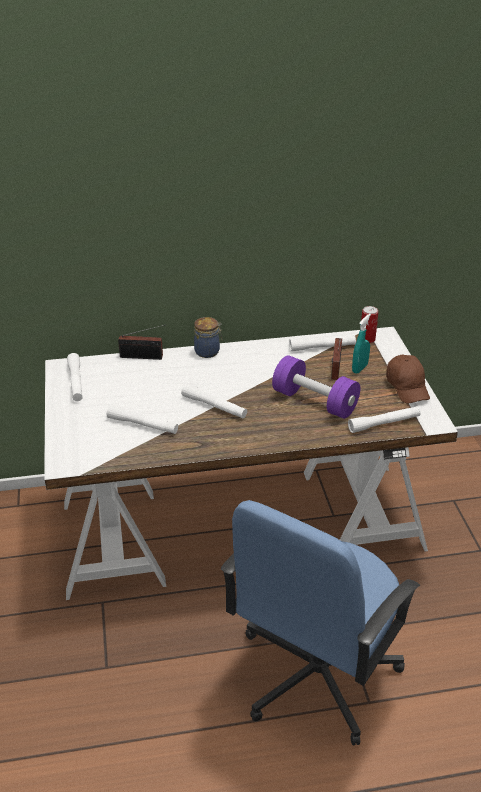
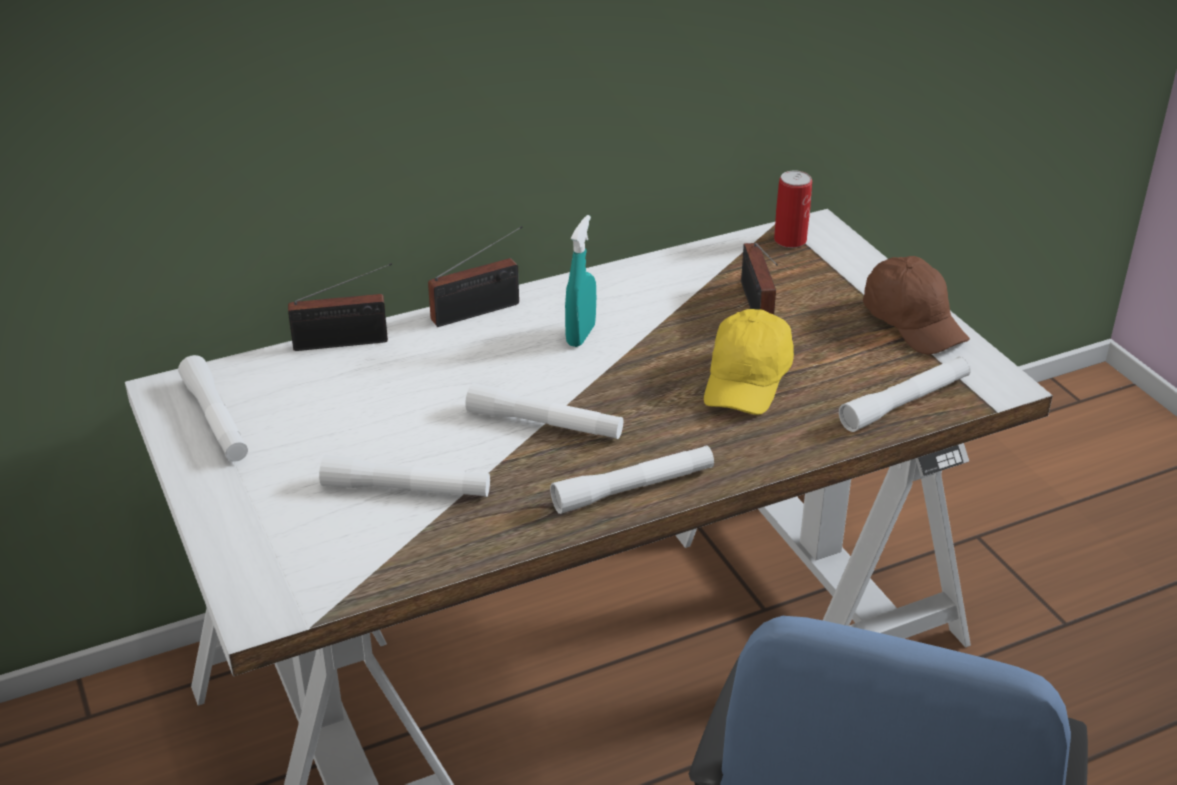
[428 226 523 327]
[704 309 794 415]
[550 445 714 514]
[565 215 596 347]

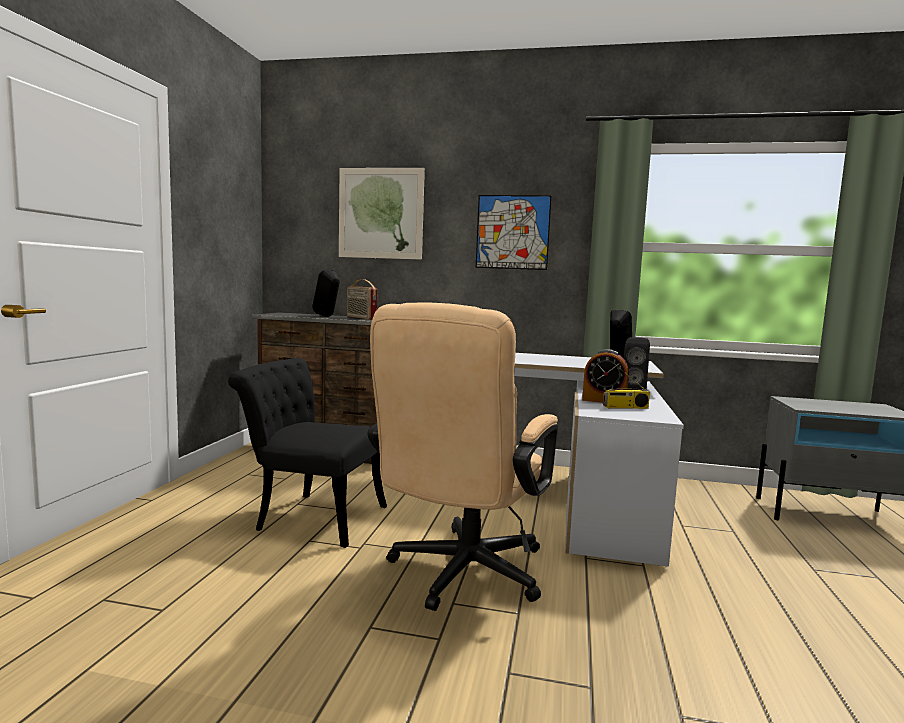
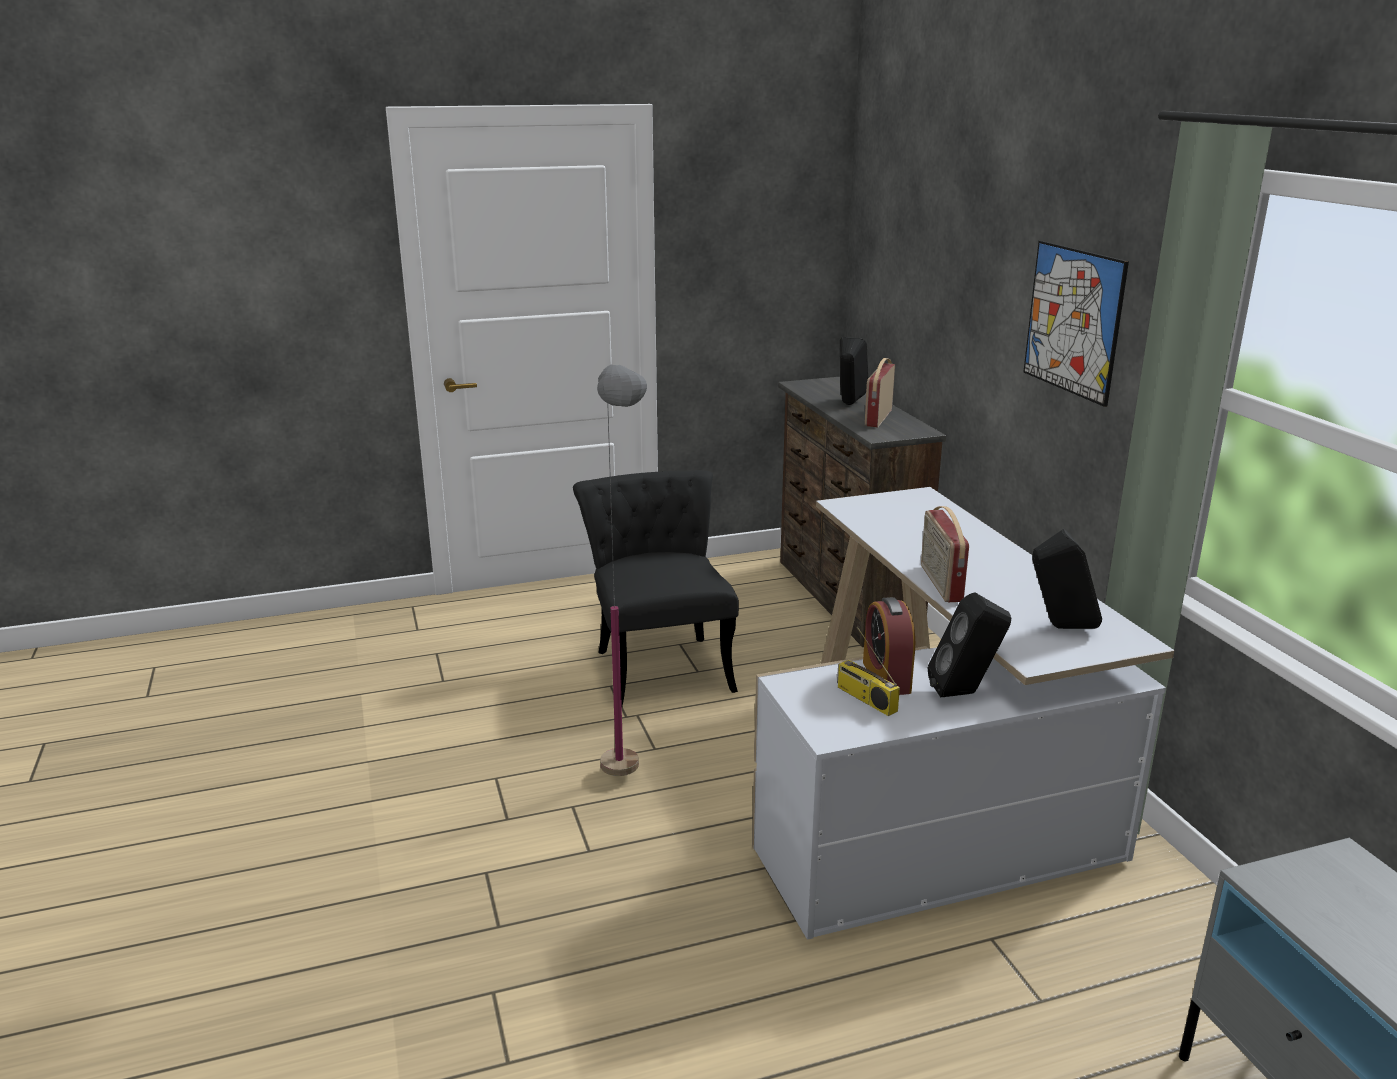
[339 168 425 260] (first image)
[597 365 647 776]
[921 506 969 602]

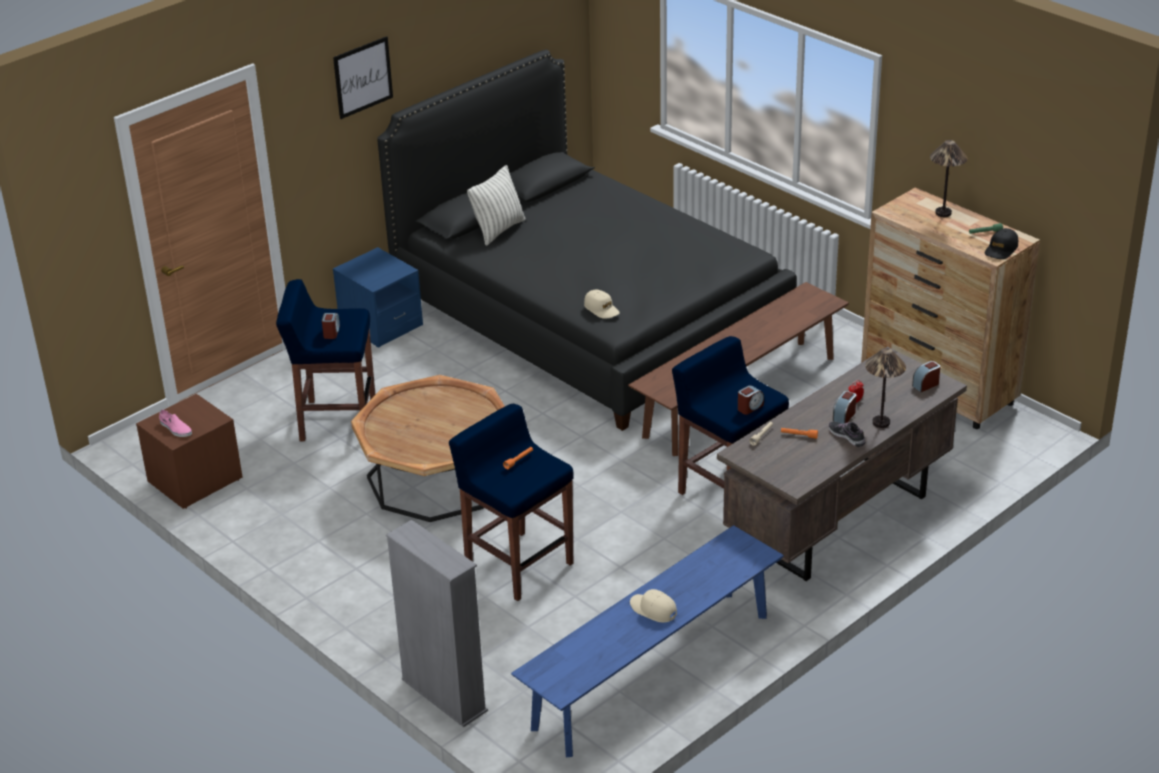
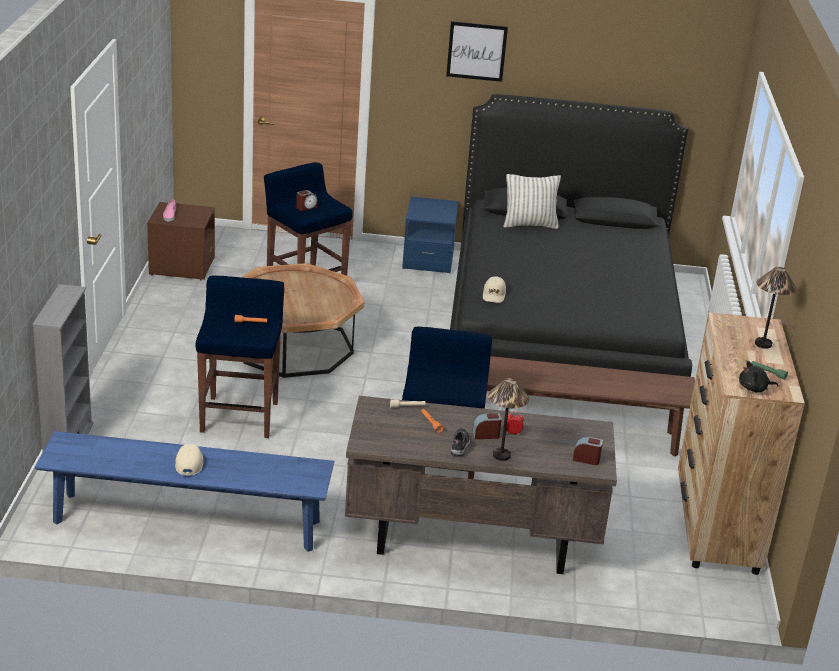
[738 385 764 415] (first image)
[739 361 778 392]

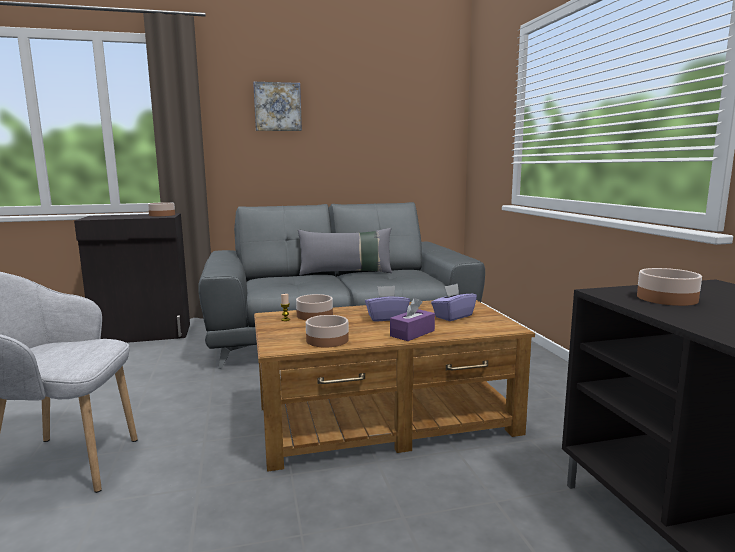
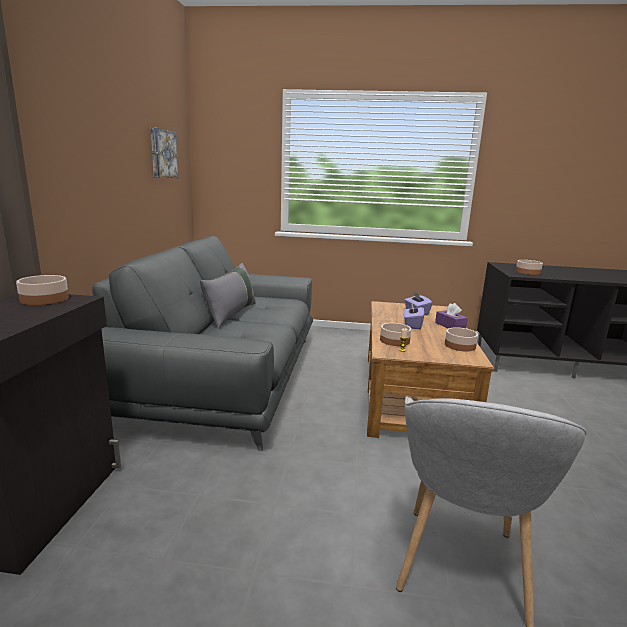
[150 127 179 178]

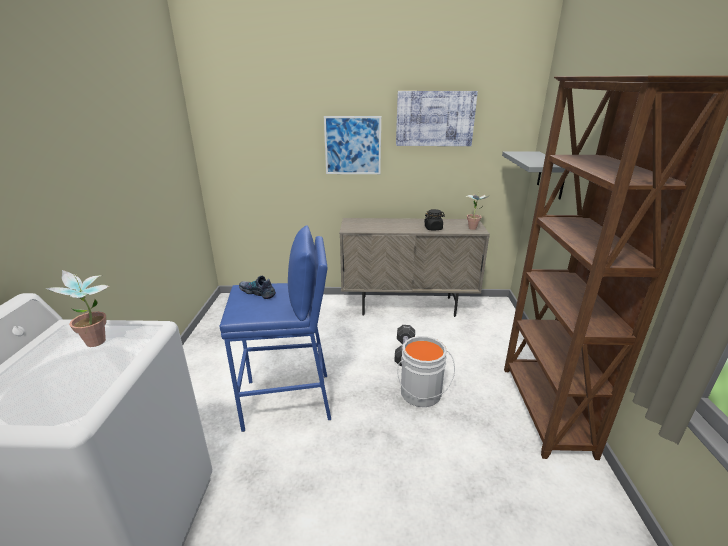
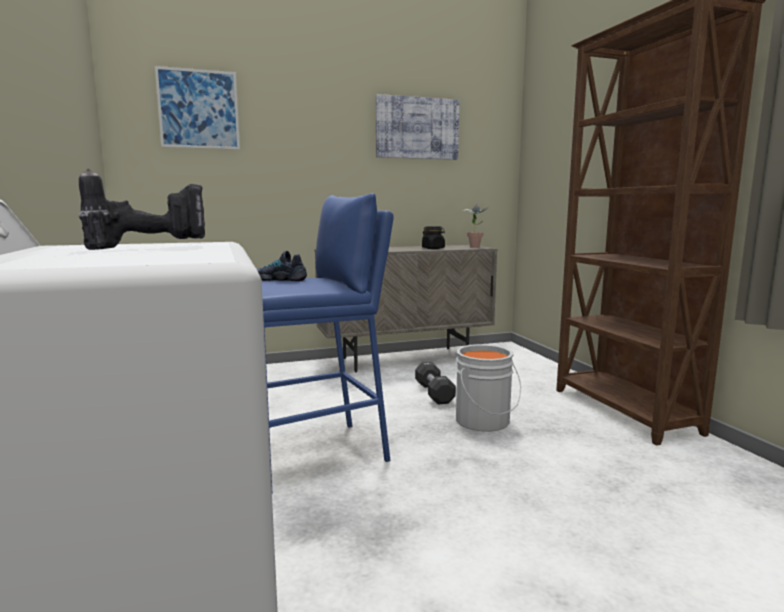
[79 169 205 250]
[155 66 240 150]
[502 151 570 200] (first image)

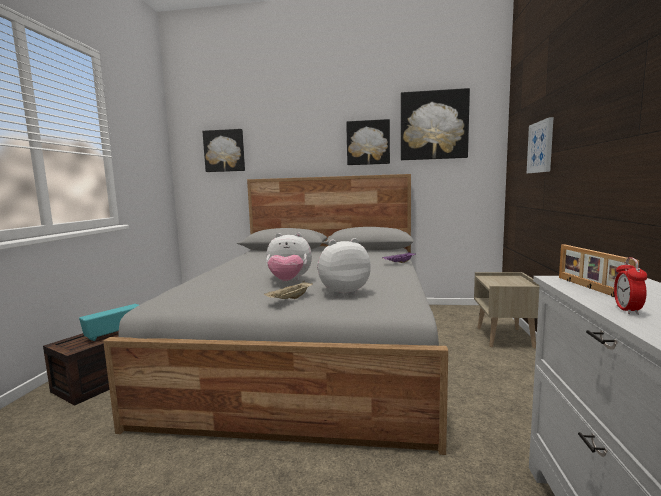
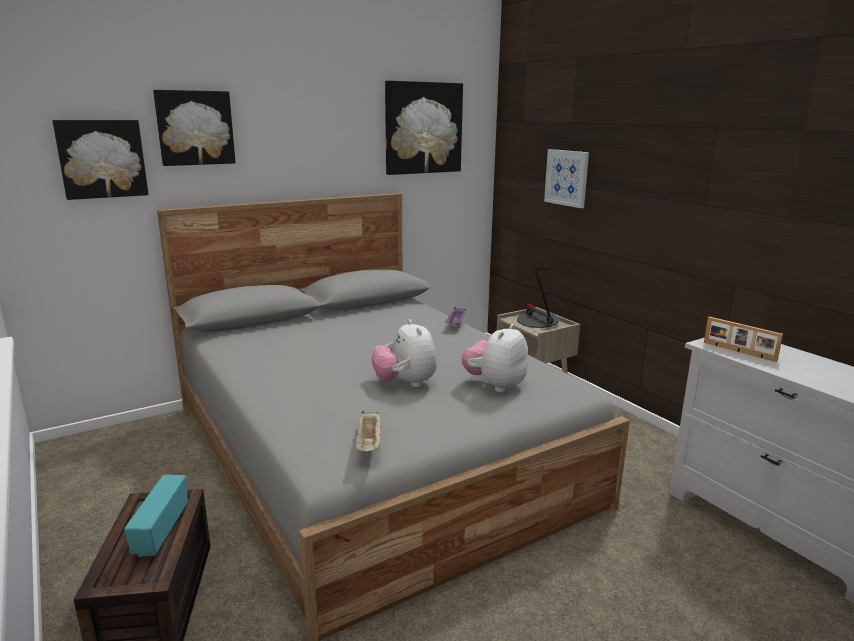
[355 411 381 451]
[372 319 437 387]
[153 90 236 166]
[614 257 647 315] (first image)
[517 269 559 328]

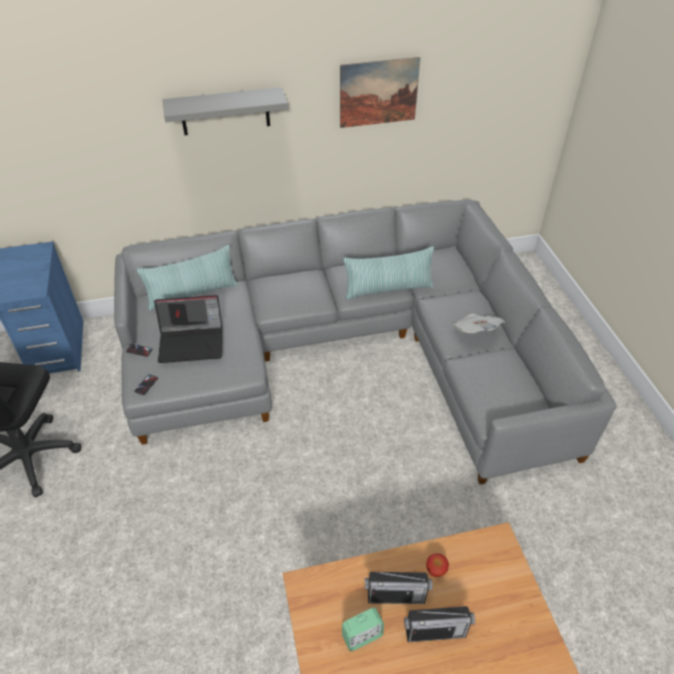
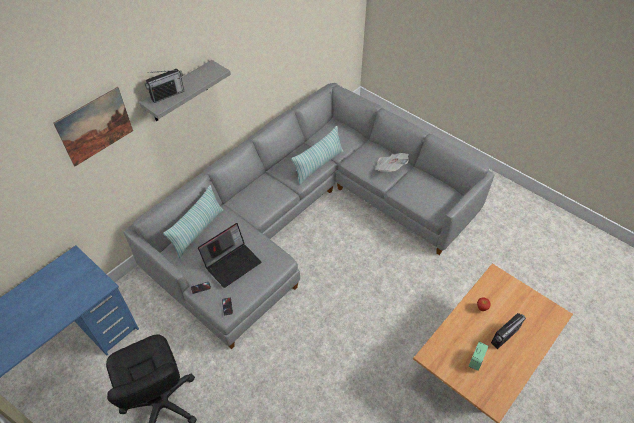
[53 87 133 167]
[145 69 184 103]

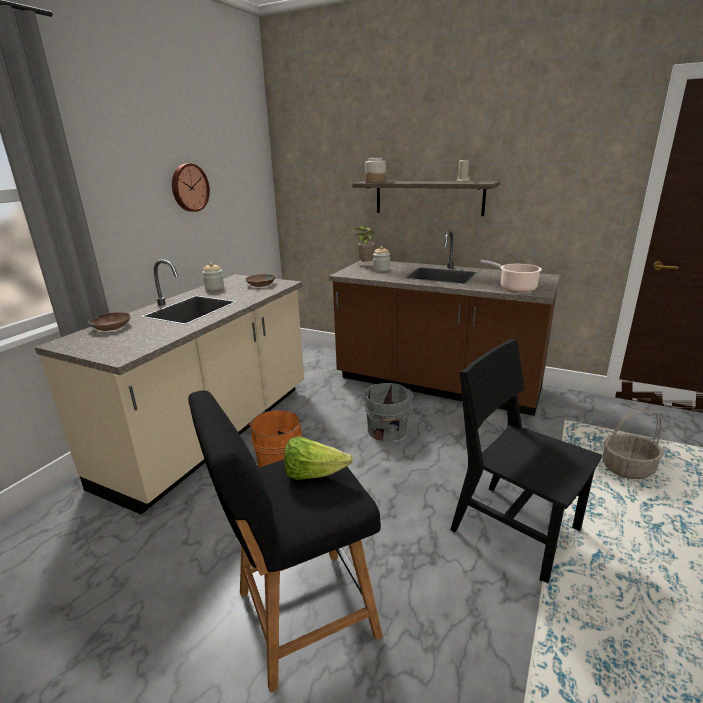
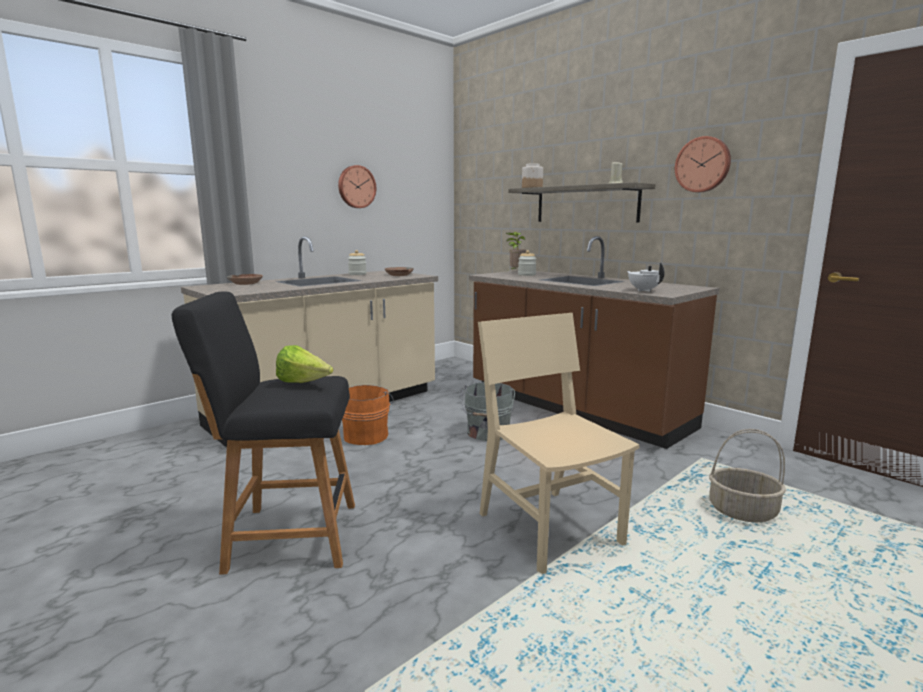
[478 313 640 574]
[627 262 665 292]
[675 136 731 192]

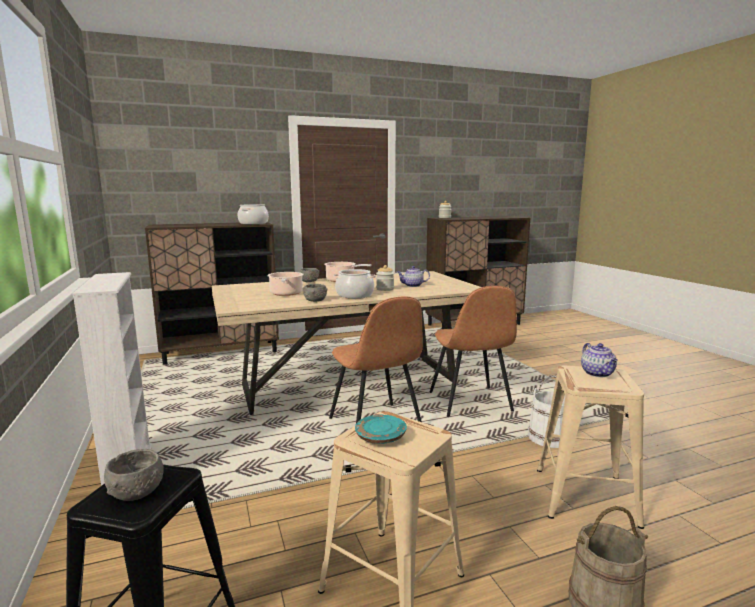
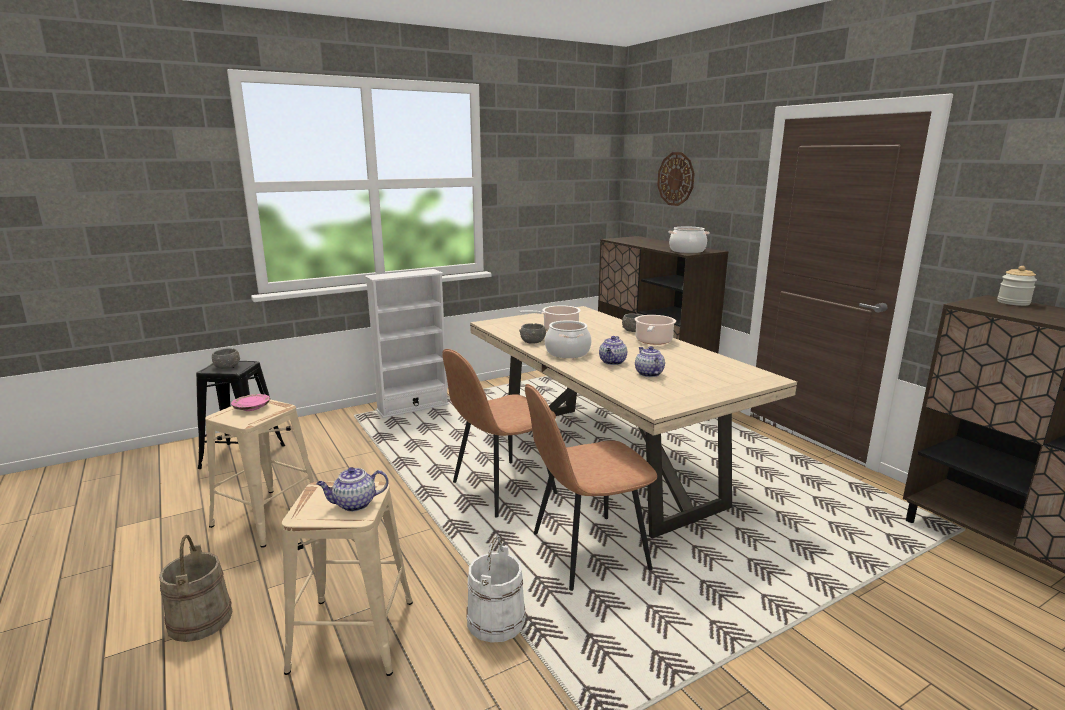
[231 394 270 411]
[599 336 627 365]
[657 152 695 206]

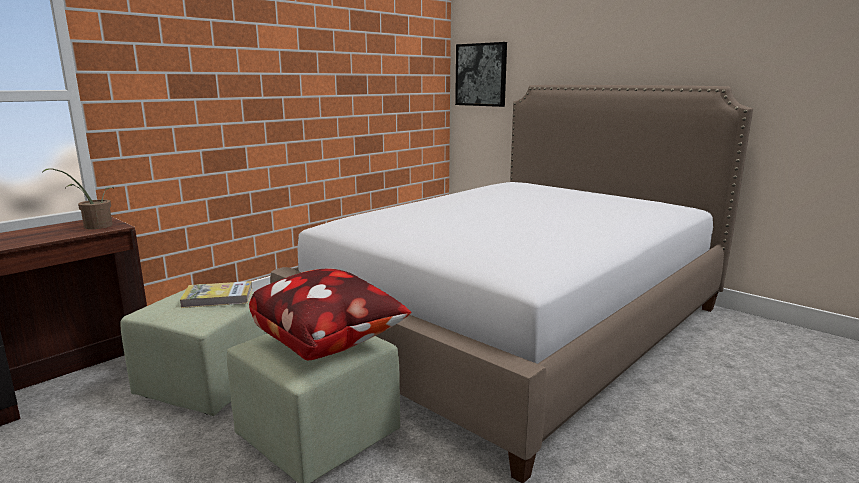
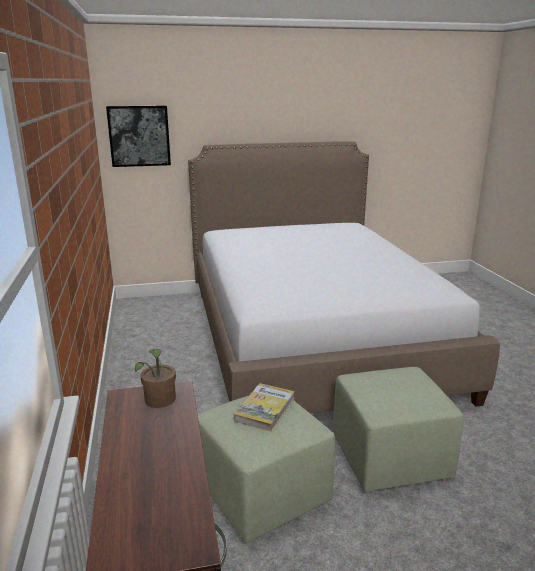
[249 269 411 360] (first image)

